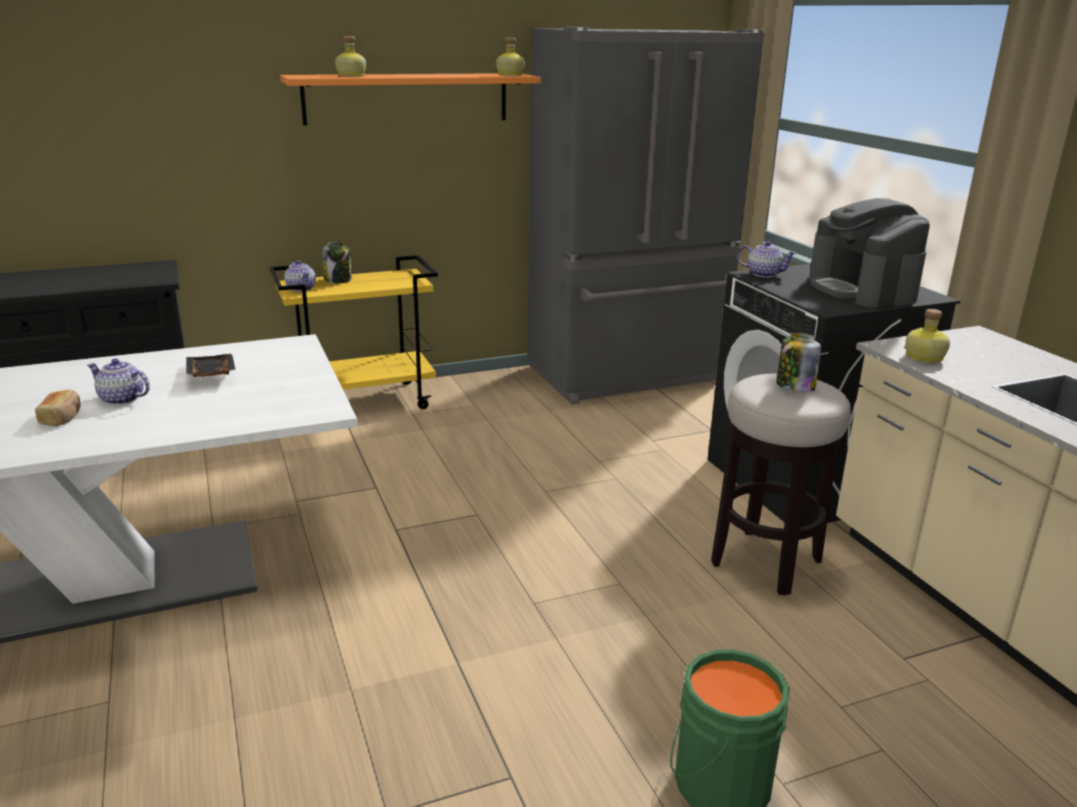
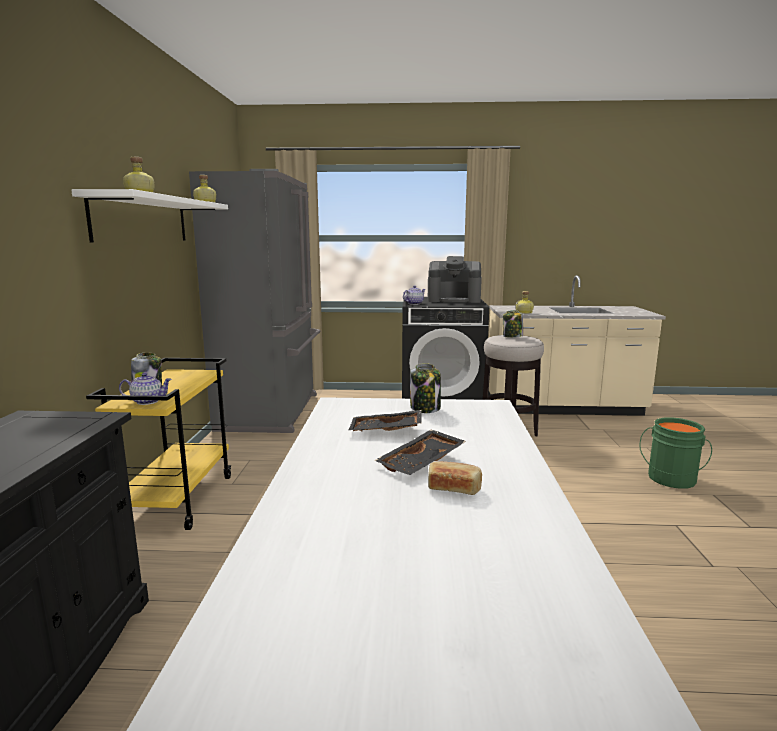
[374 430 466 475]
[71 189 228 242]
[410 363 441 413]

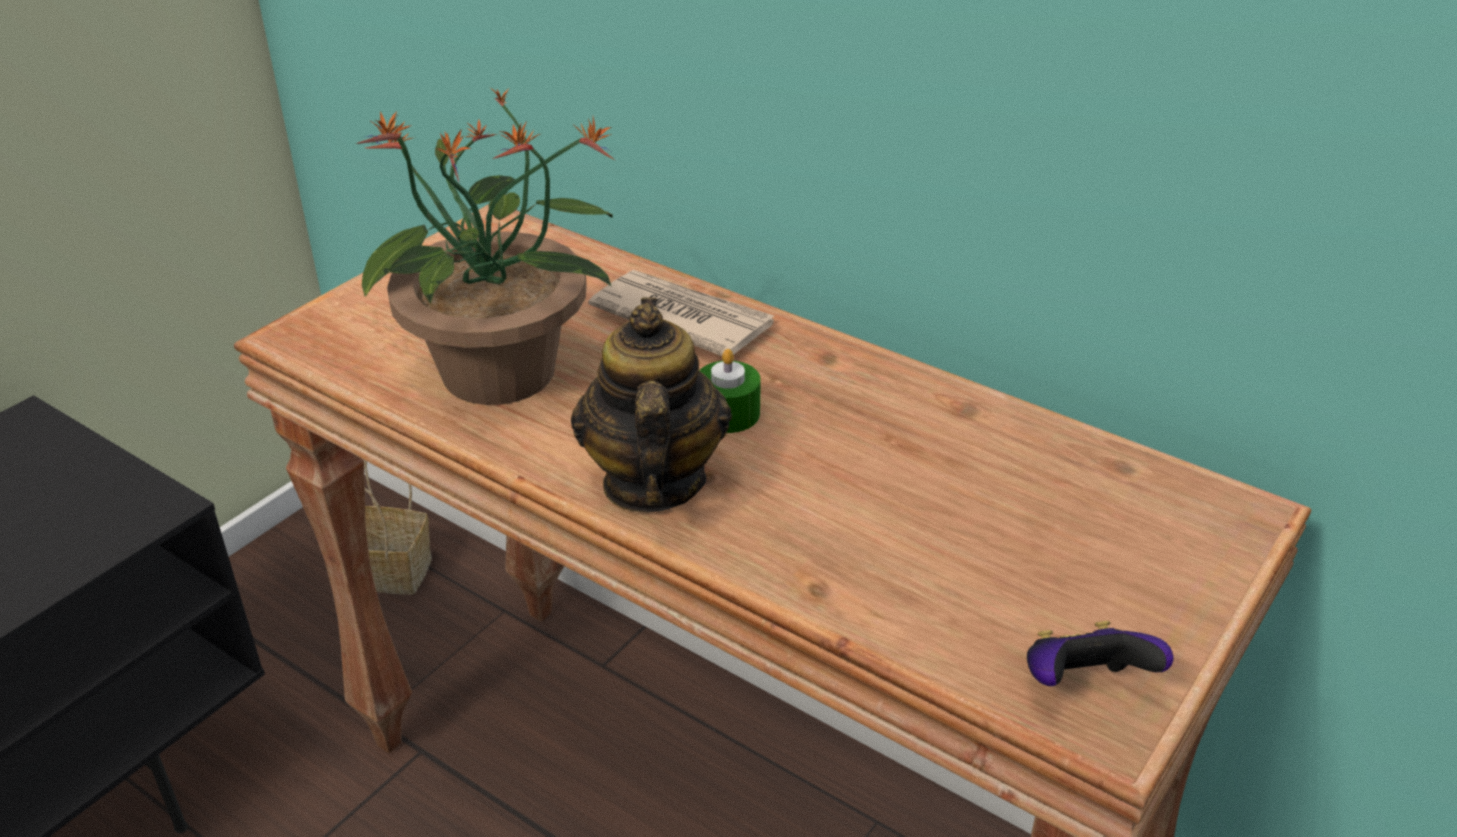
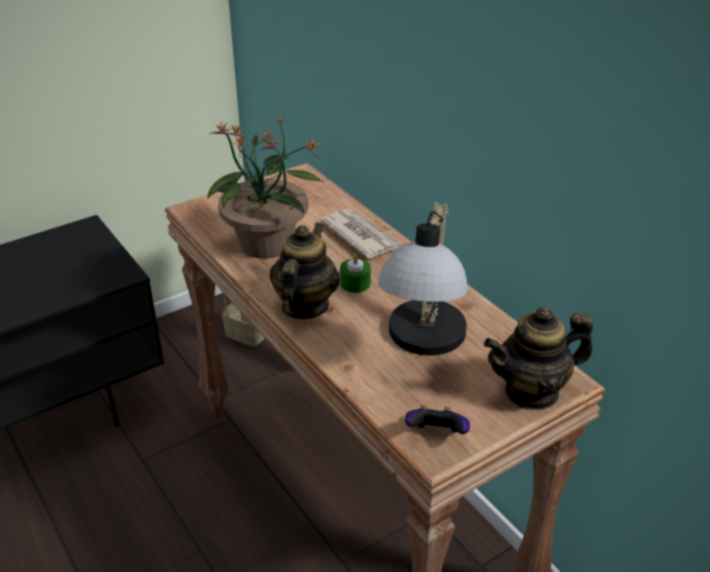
[378 202 468 356]
[484 306 593 410]

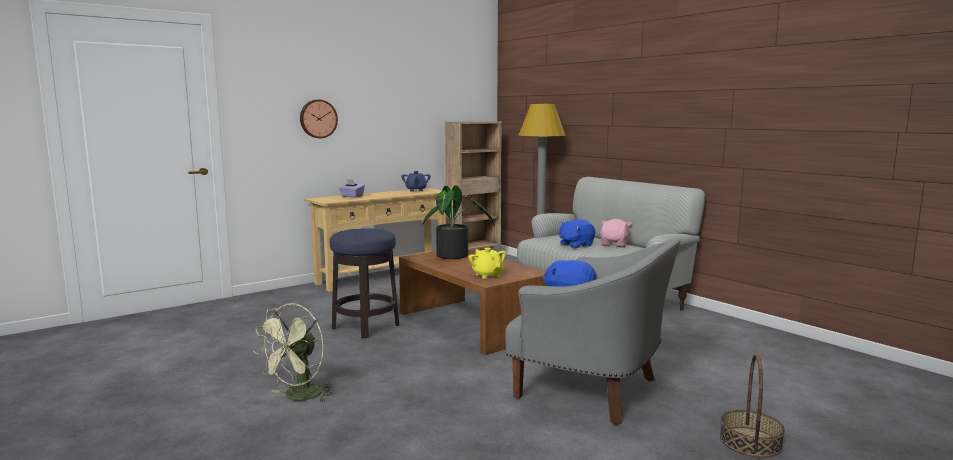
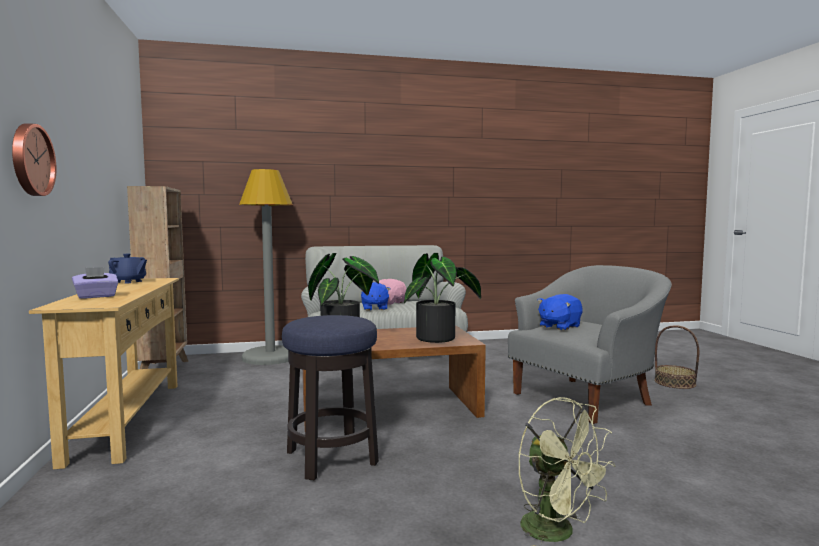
[404 253 481 343]

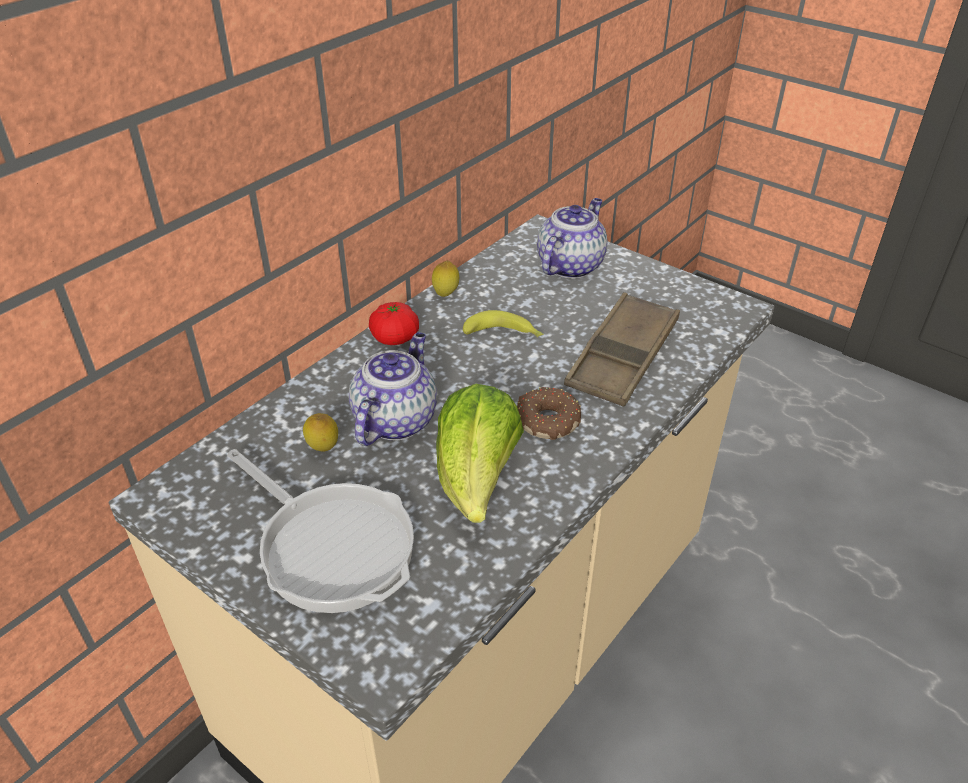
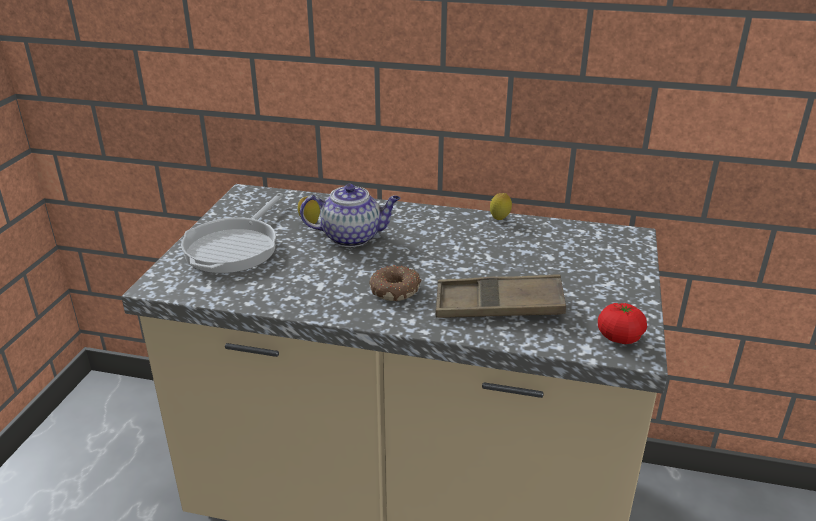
[598 303 647 344]
[436 384 524 523] (first image)
[463 310 543 337] (first image)
[537 198 608 279] (first image)

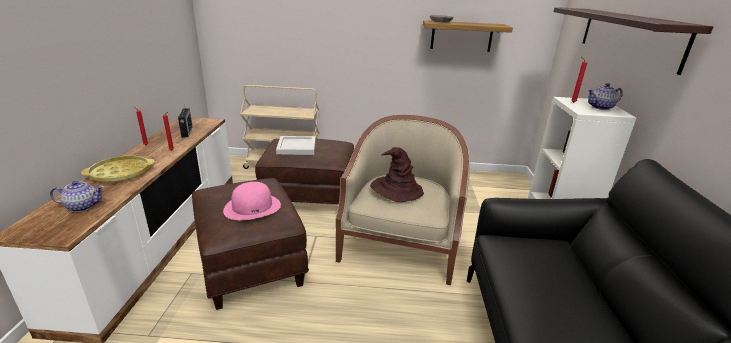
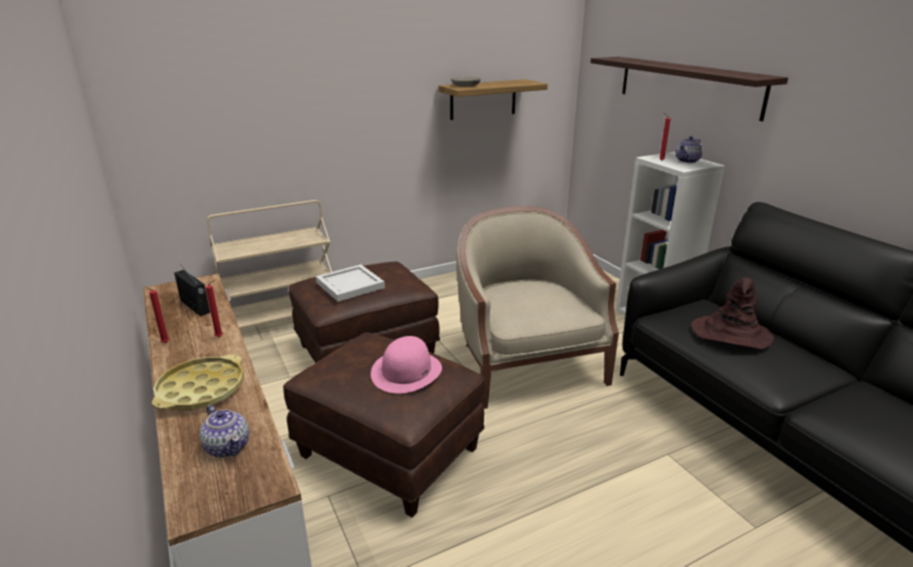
[199 405 249 458]
[691 277 774 349]

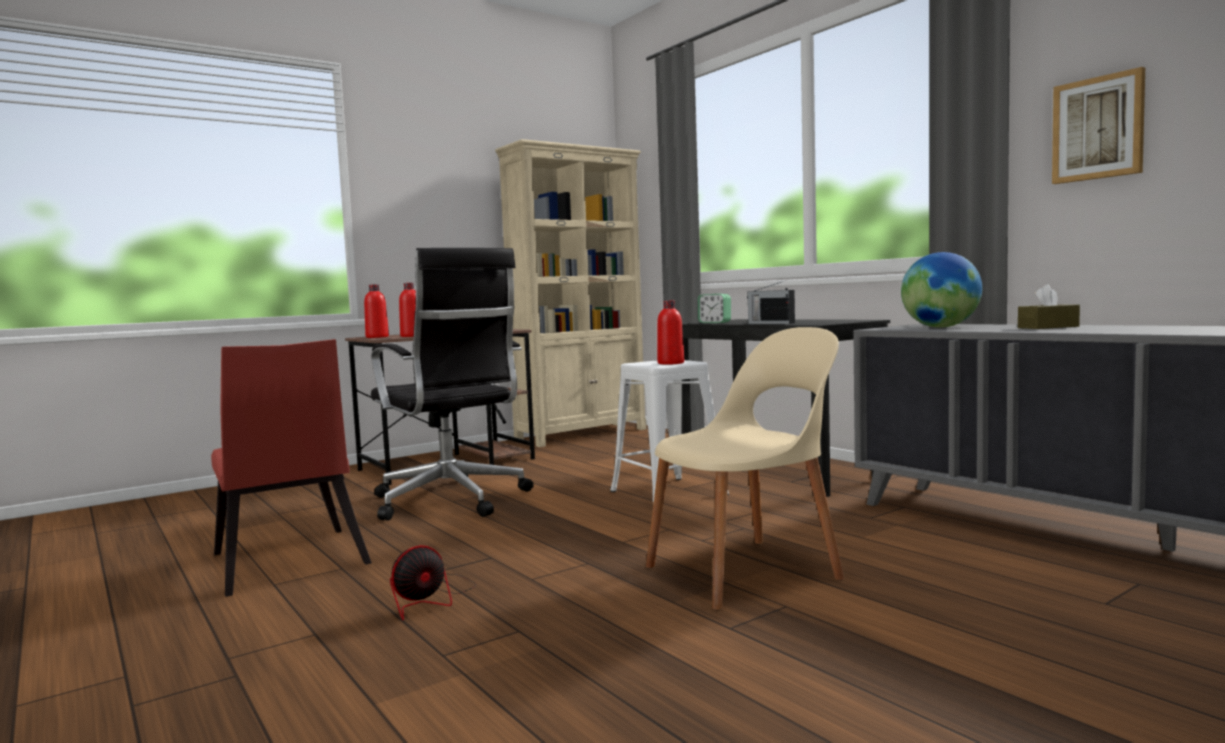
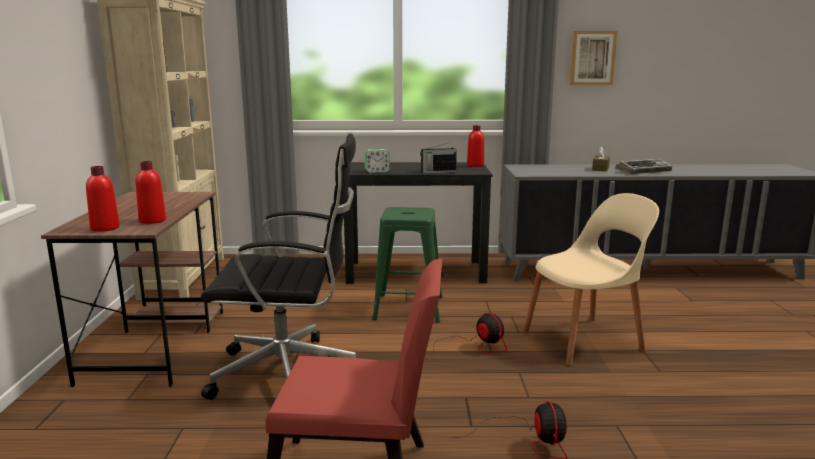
[372 207 443 323]
[523 193 659 366]
[467 125 484 167]
[901 252 982 328] (first image)
[426 313 507 359]
[616 159 672 174]

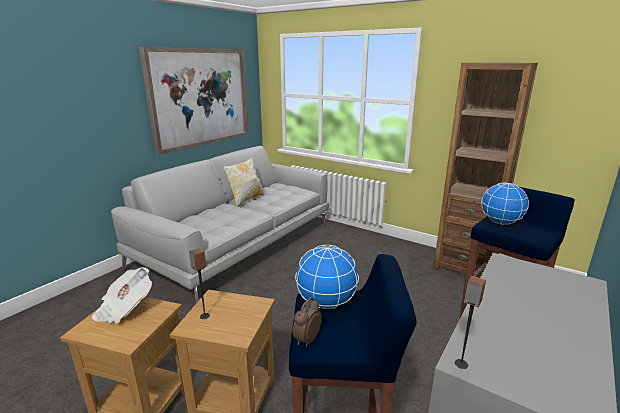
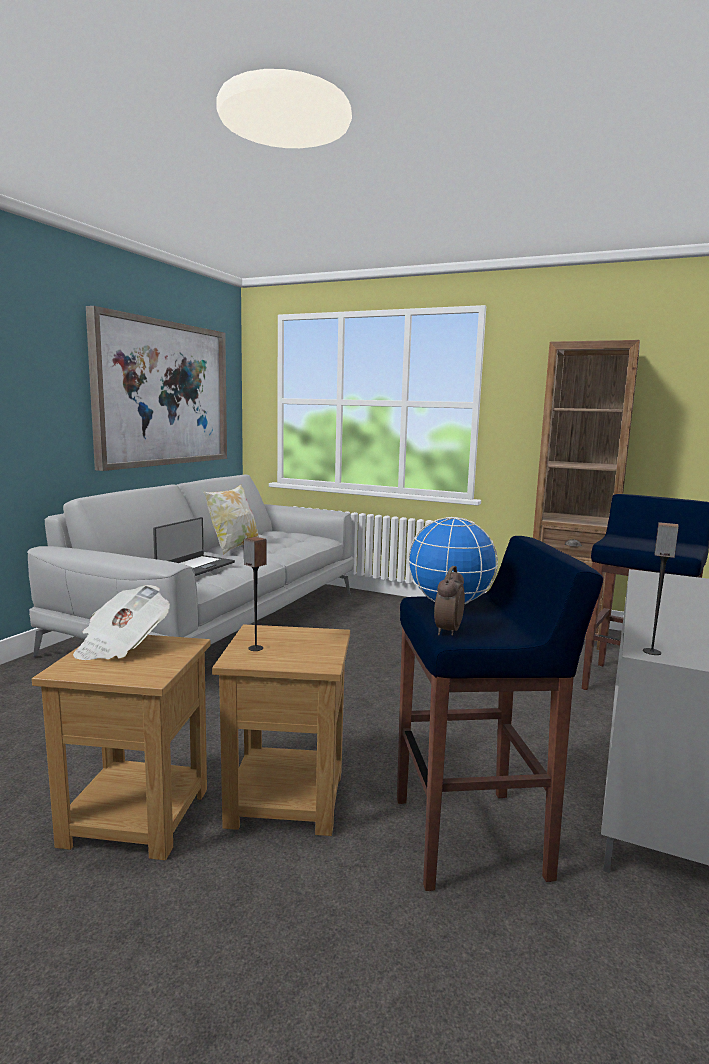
[481 183 529 225] (first image)
[153 517 235 576]

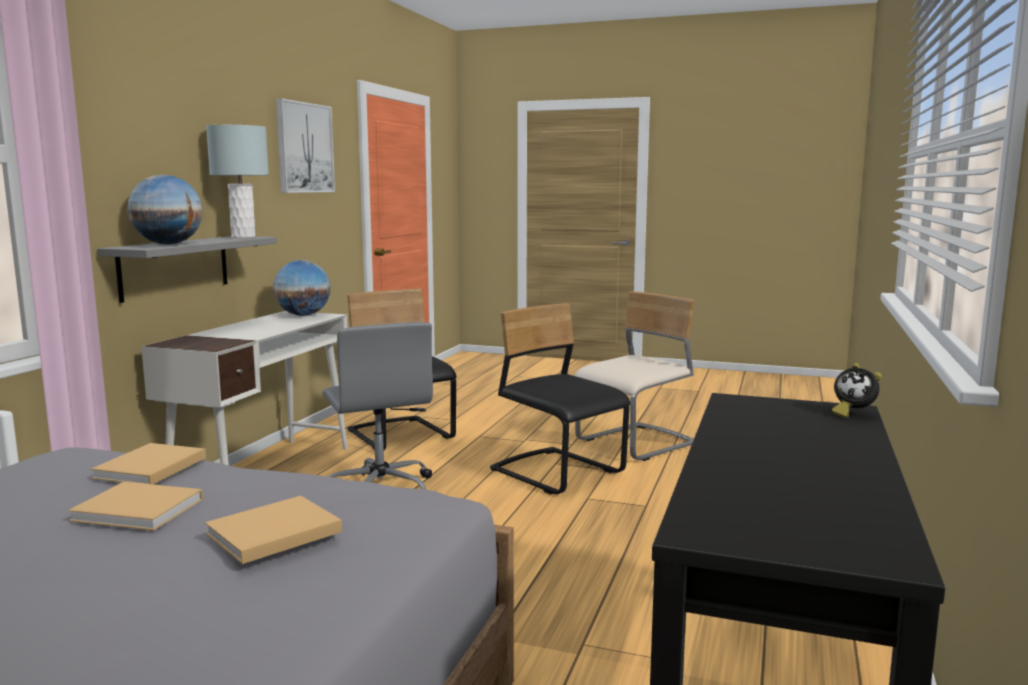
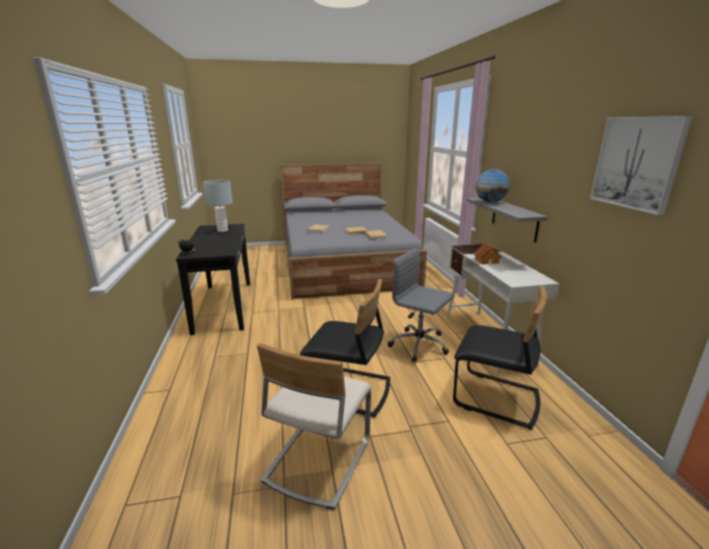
[203 180 233 232]
[273 260 331 316] (first image)
[473 242 502 264]

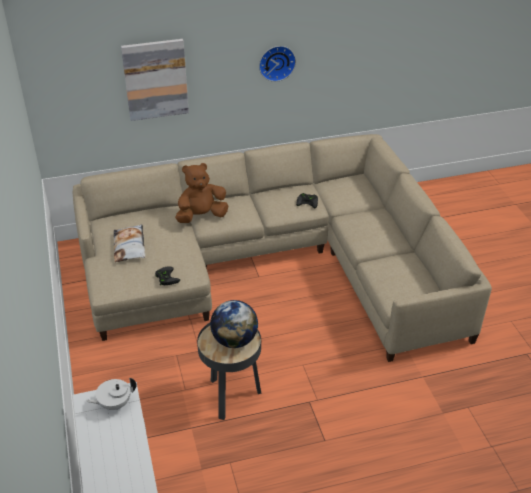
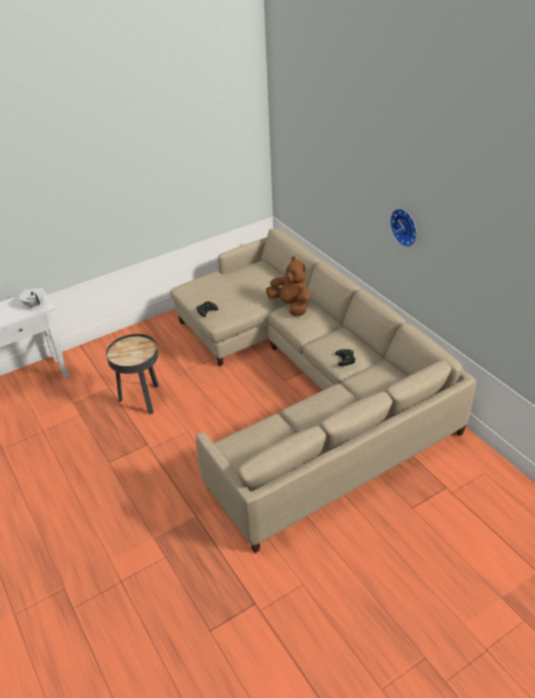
[114 224 145 262] (first image)
[121 39 189 121] (first image)
[210 300 258 348] (first image)

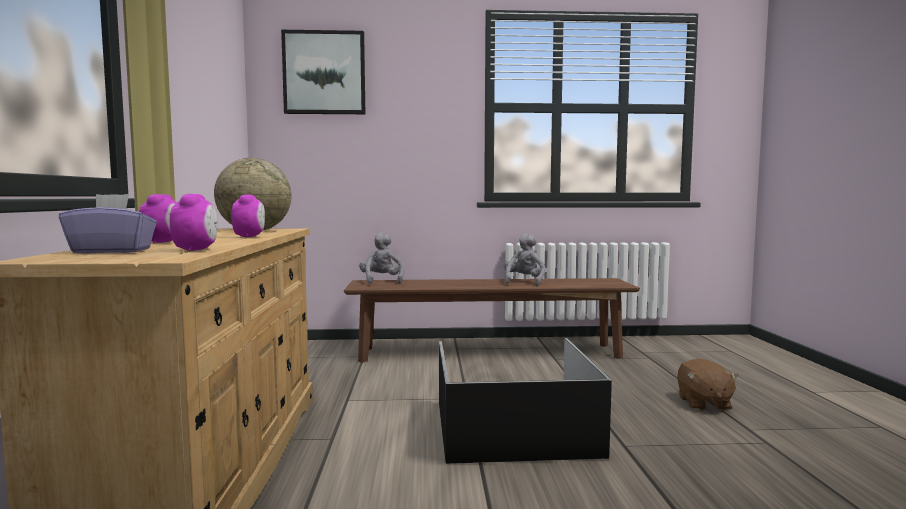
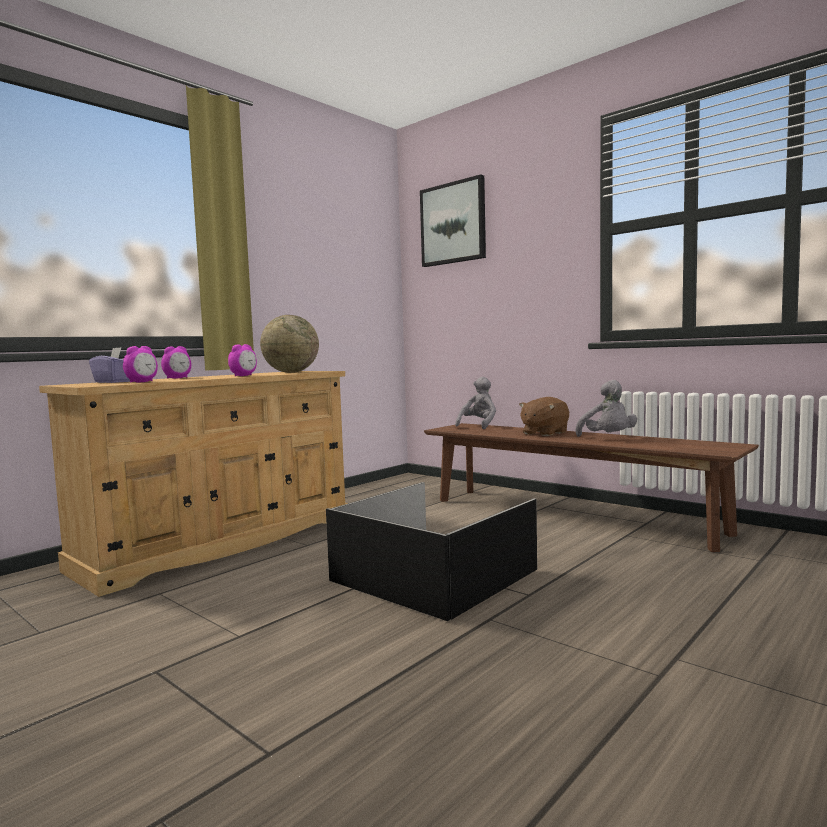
[575 380 637 437]
[519 397 569 436]

